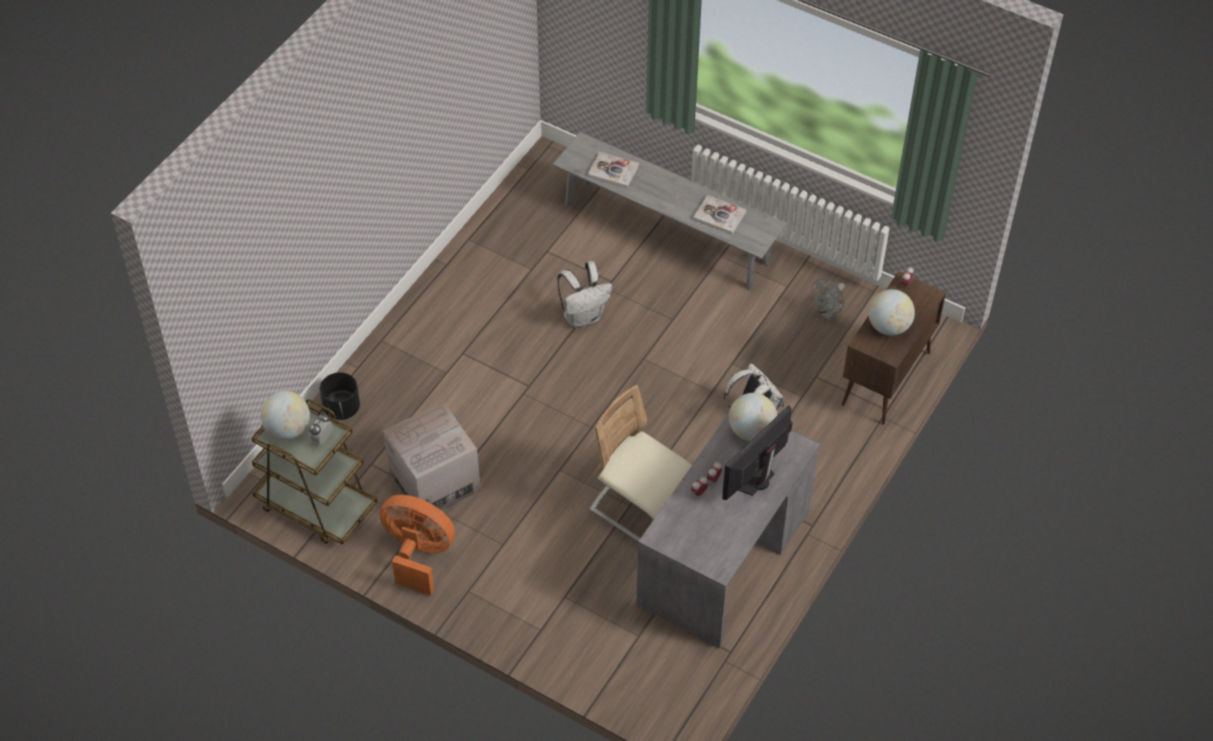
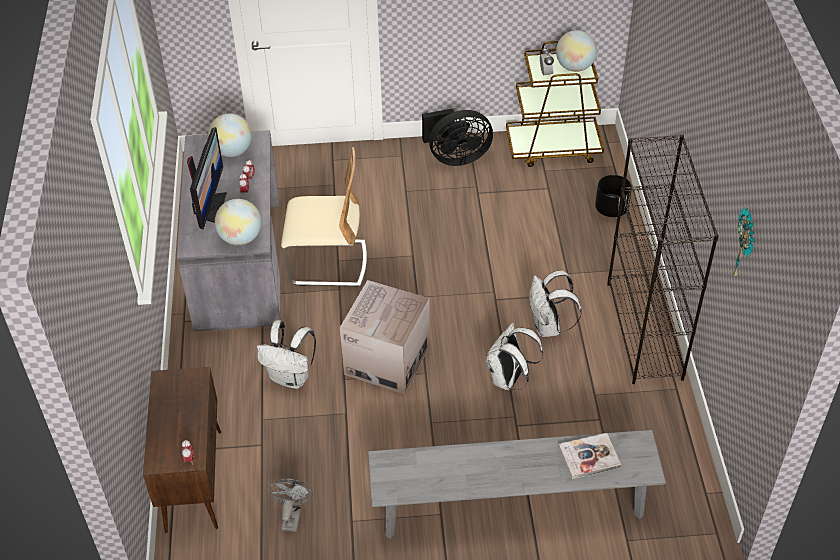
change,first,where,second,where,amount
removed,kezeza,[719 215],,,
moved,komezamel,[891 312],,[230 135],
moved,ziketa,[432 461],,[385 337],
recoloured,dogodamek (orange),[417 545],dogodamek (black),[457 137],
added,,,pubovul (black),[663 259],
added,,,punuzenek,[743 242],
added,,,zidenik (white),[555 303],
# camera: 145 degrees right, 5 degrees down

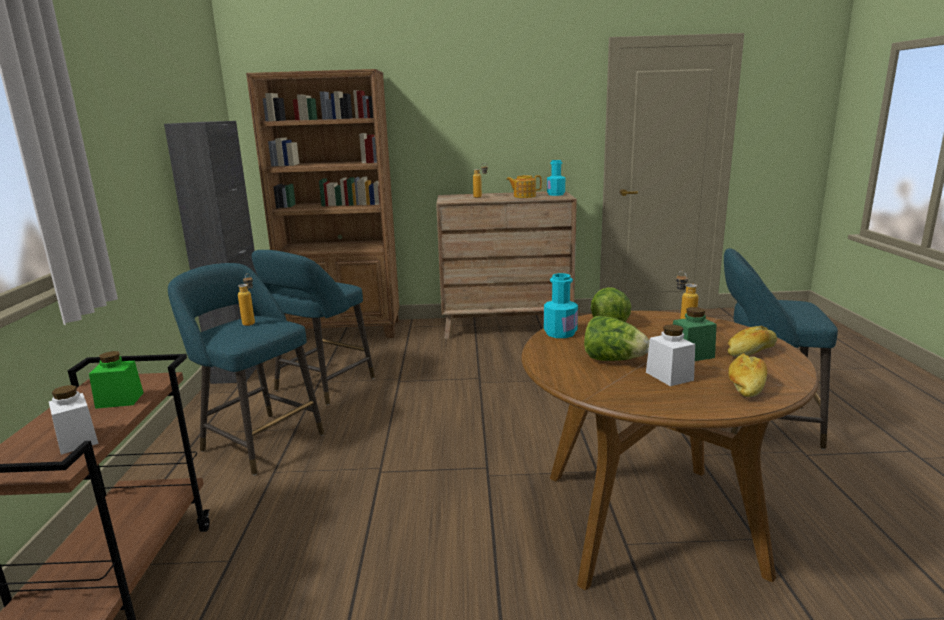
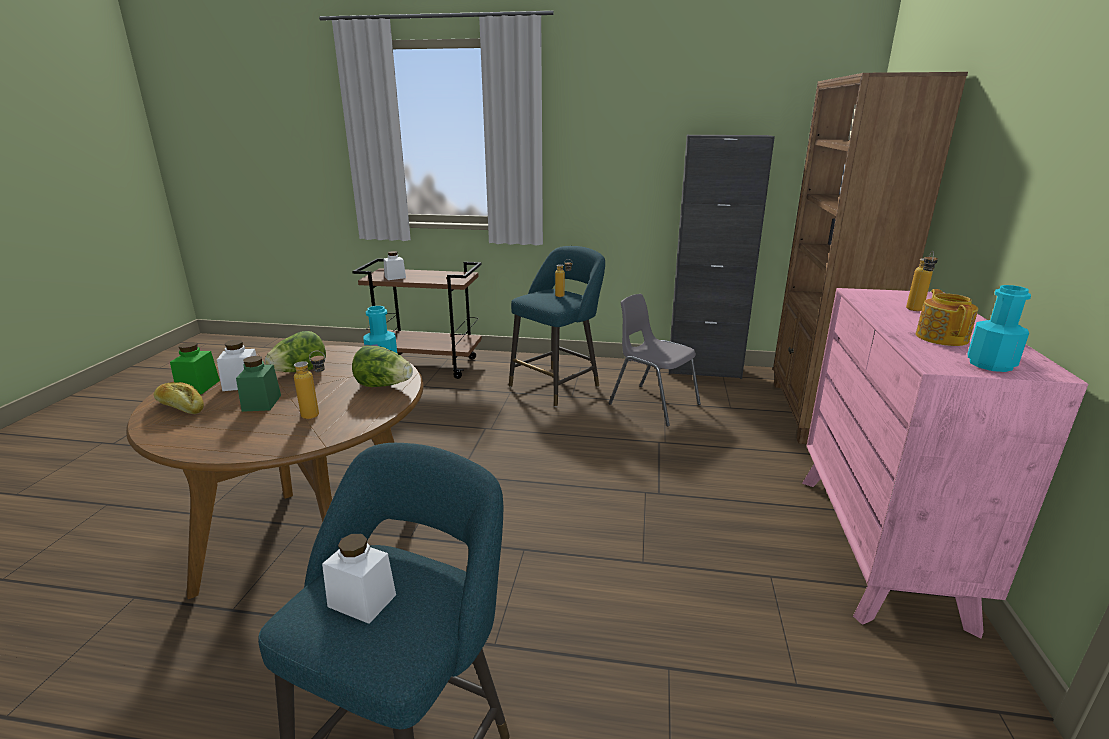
change,first,where,second,where,amount
recoloured,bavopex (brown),[506 265],bavopex (pink),[945 463],
replaced,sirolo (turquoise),[313 327],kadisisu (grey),[655 360],
removed,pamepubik,[752 341],,,
moved,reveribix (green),[116 380],,[195 368],
added,,,reveribix (white),[359 579],
# camera: 100 degrees right, 5 degrees up

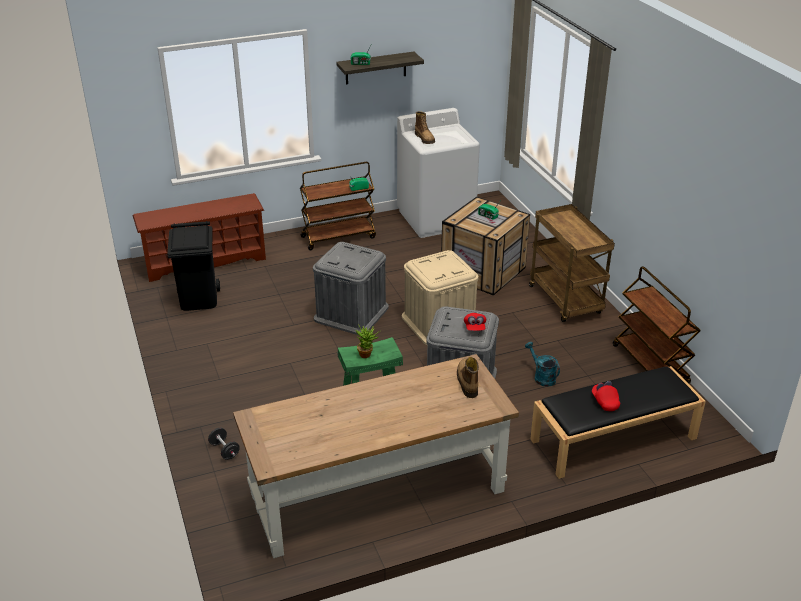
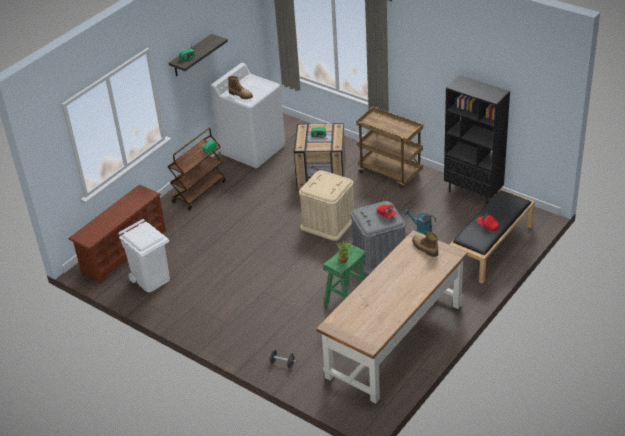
change,first,where,second,where,amount
recoloured,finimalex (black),[193 266],finimalex (white),[144 255],
removed,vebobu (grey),[351 288],,,
replaced,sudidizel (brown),[657 325],pubovul (black),[477 140],
# camera: 30 degrees left, 5 degrees up

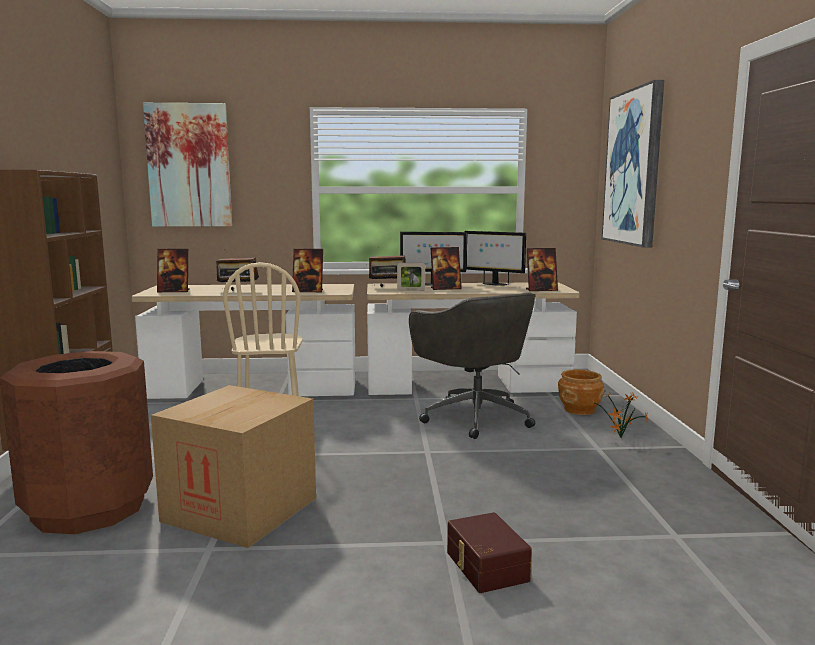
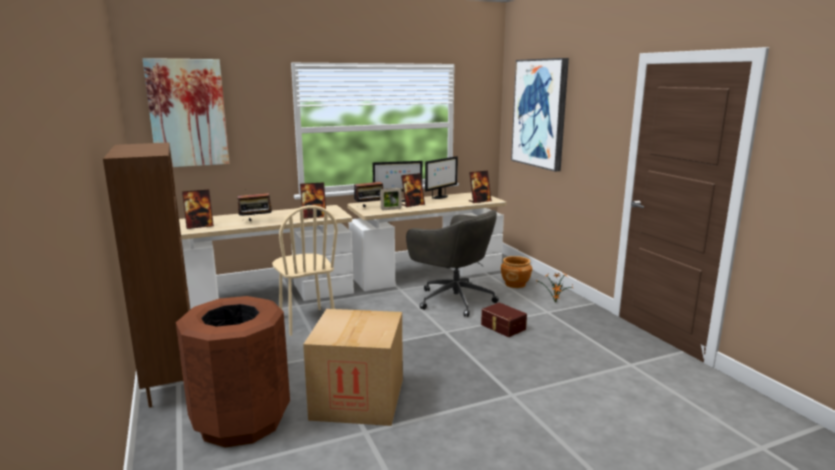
change,first,where,second,where,amount
turned,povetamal,[495 258],,[441 177],60 degrees counterclockwise
moved,vebobu (brown),[489 552],,[504 320],
# camera: 20 degrees left, 5 degrees up

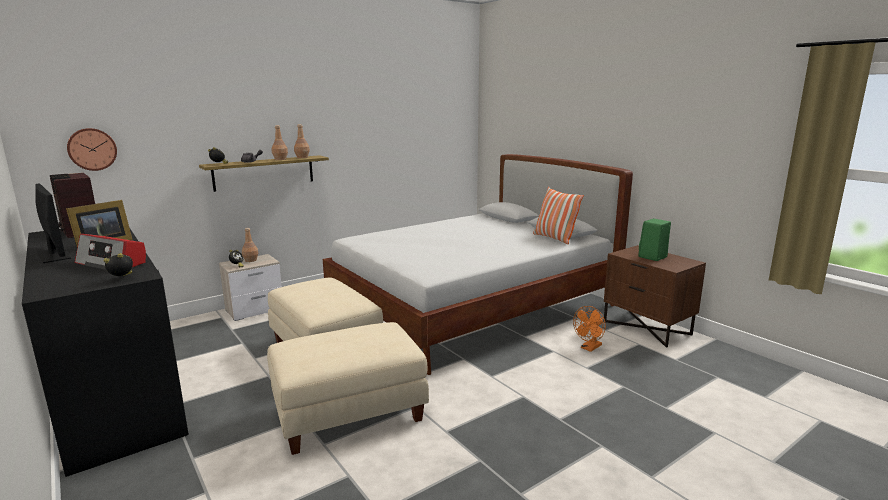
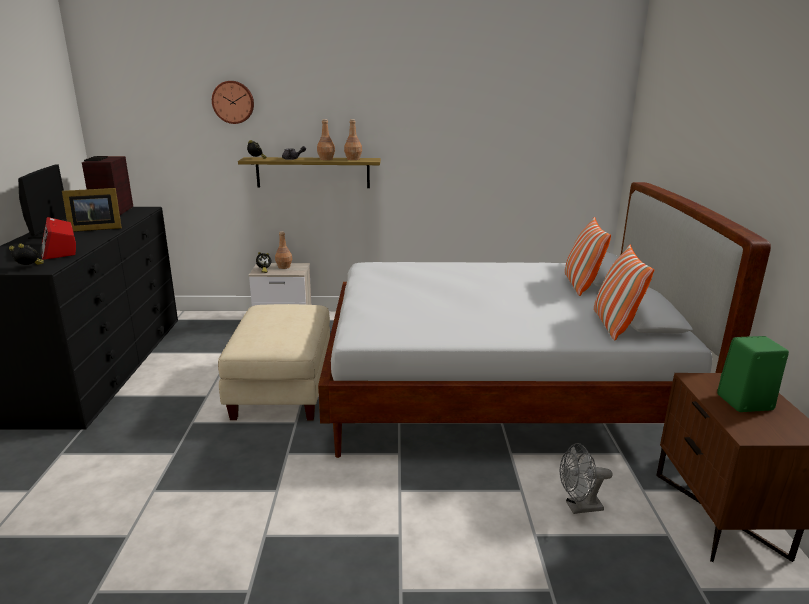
change,first,where,second,where,amount
moved,punuzenek,[92 149],,[233 102],
recoloured,dogodamek (orange),[589 329],dogodamek (grey),[586 478],
removed,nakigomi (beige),[348 388],,,
added,,,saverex,[588 256],
# camera: 35 degrees right, 5 degrees up

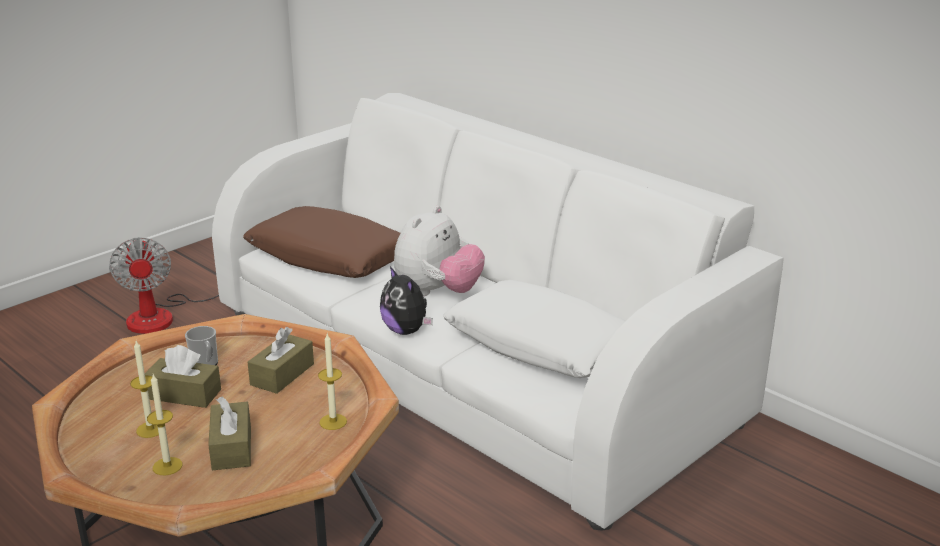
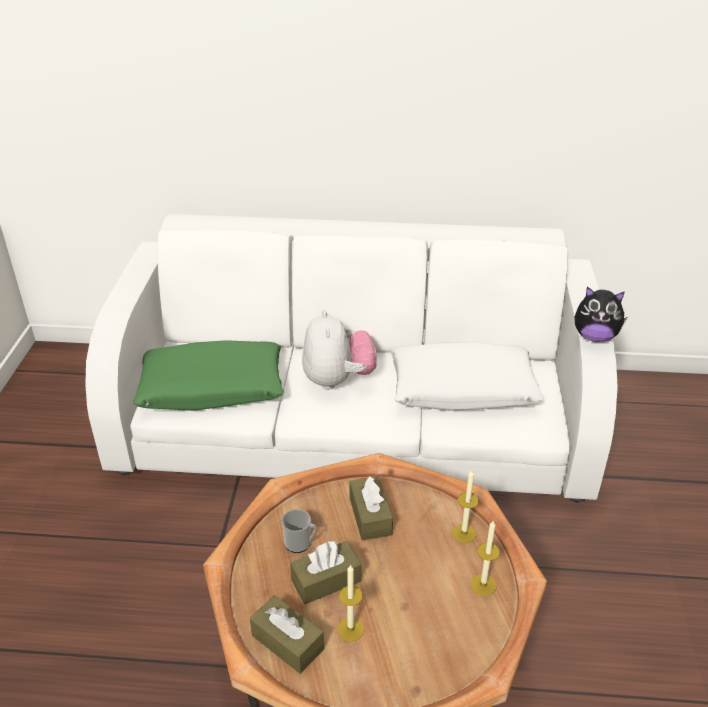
change,first,where,second,where,amount
recoloured,saverex (brown),[321 242],saverex (green),[208 375],
removed,dogodamek,[164 285],,,
moved,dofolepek,[406 300],,[600 314],
moved,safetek,[165 424],,[485 558],
moved,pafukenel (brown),[229 433],,[287 634],
# camera: 40 degrees left, 10 degrees up

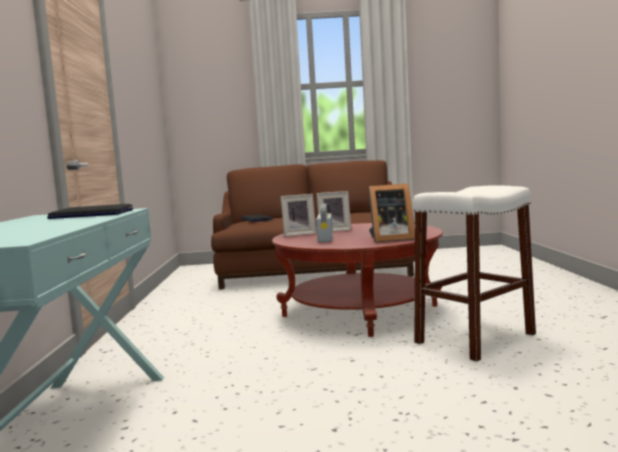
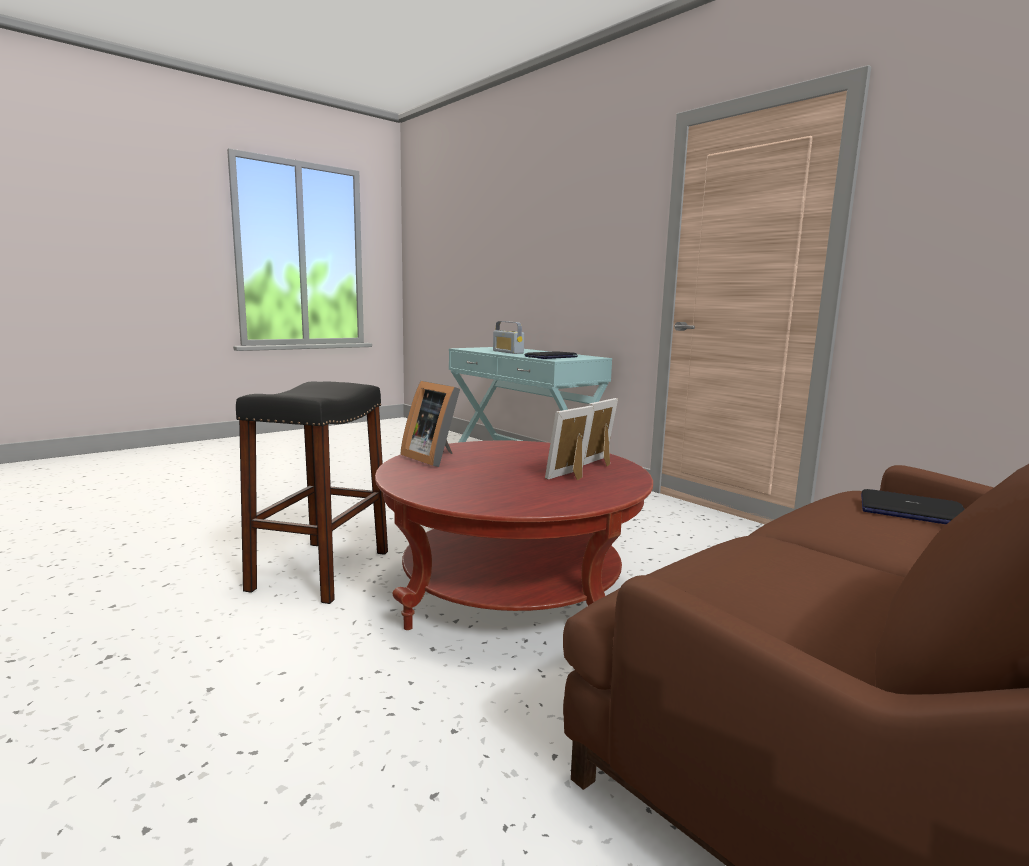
change,first,where,second,where,amount
turned,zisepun,[391 213],,[430 424],90 degrees counterclockwise
recoloured,sirolo (white),[474 274],sirolo (black),[312 493],
moved,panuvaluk,[324 222],,[508 337],
# camera: 140 degrees right, 5 degrees up

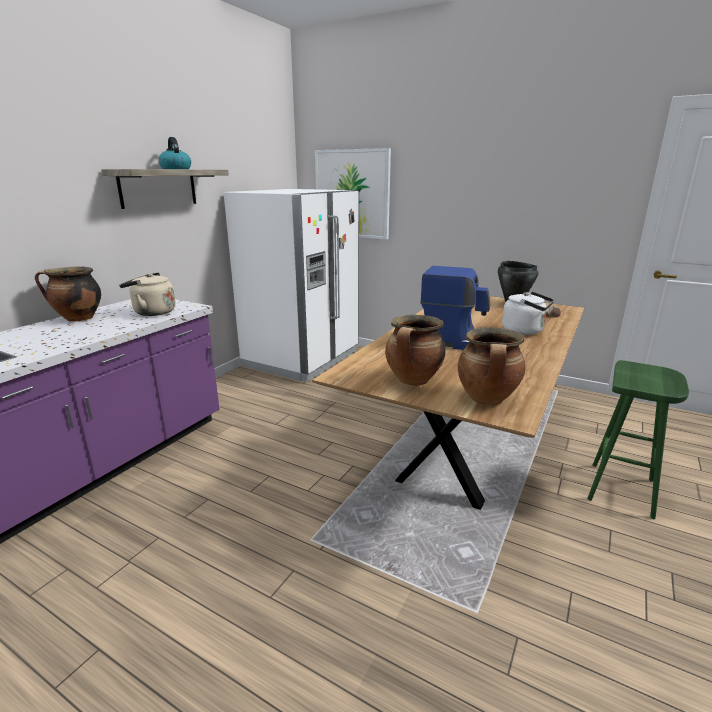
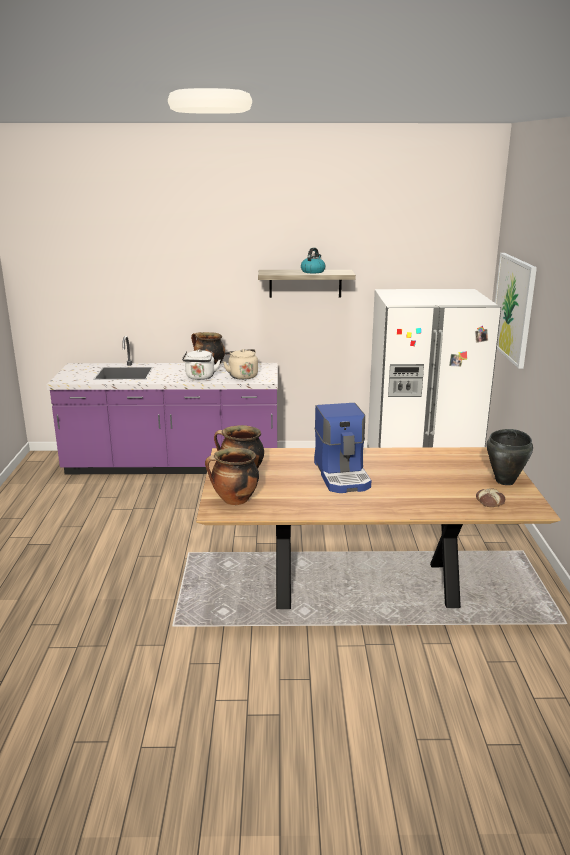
change,first,where,second,where,amount
moved,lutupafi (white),[528 313],,[201 364],
removed,sirolo (green),[638 439],,,
# camera: 60 degrees right, 0 degrees up

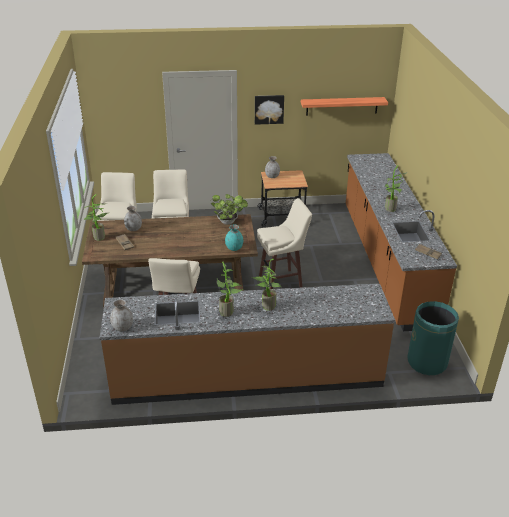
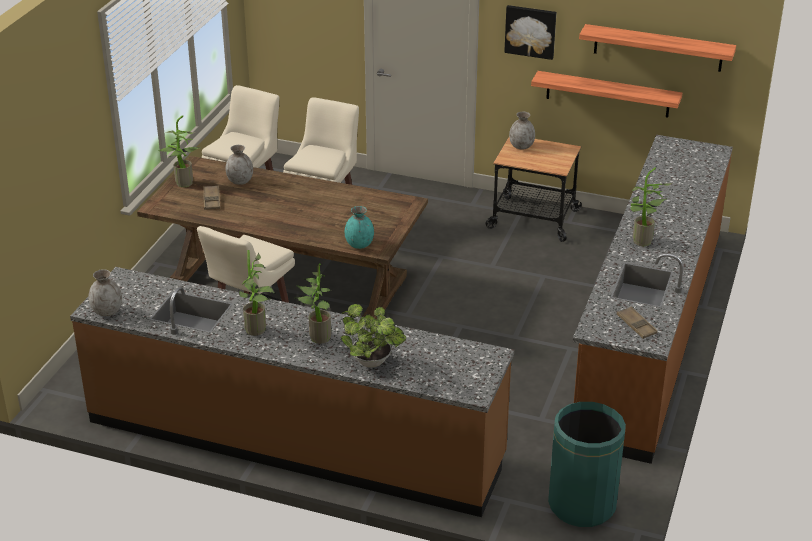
change,first,where,second,where,amount
moved,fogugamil,[229 209],,[373 336],
removed,sirolo (beige),[284 243],,,
added,,,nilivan,[606 94],
# camera: 25 degrees right, 0 degrees up

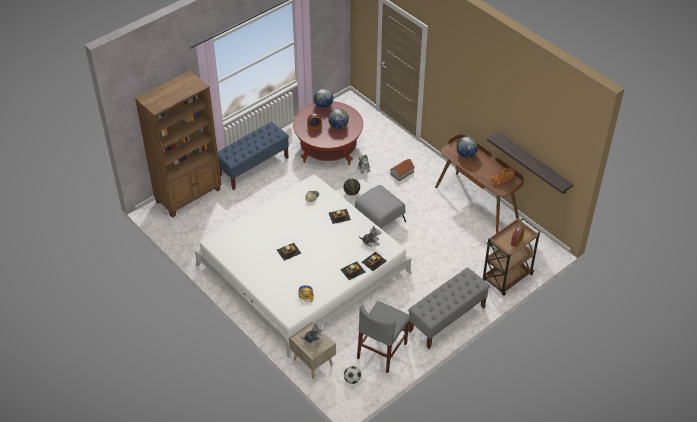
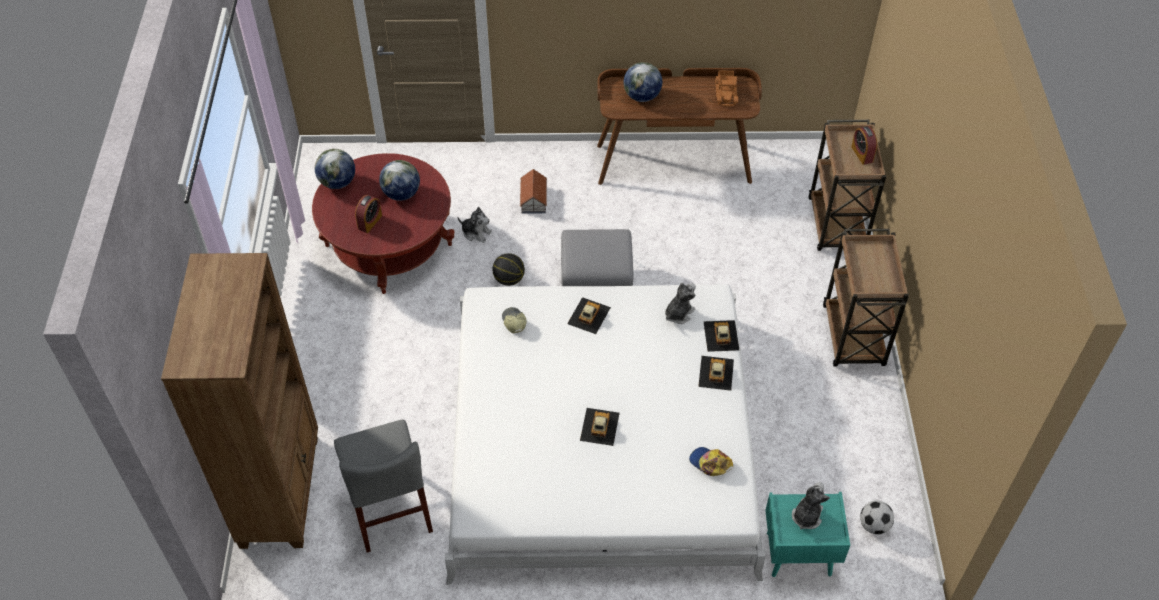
change,first,where,second,where,amount
removed,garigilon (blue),[253 156],,,
removed,nilivan,[530 163],,,
replaced,garigilon (grey),[449 308],sudidizel (brown),[866 298],
moved,kadisisu (grey),[384 337],,[383 486],
recoloured,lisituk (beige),[312 350],lisituk (turquoise),[807 534],
# camera: 50 degrees left, 5 degrees up

